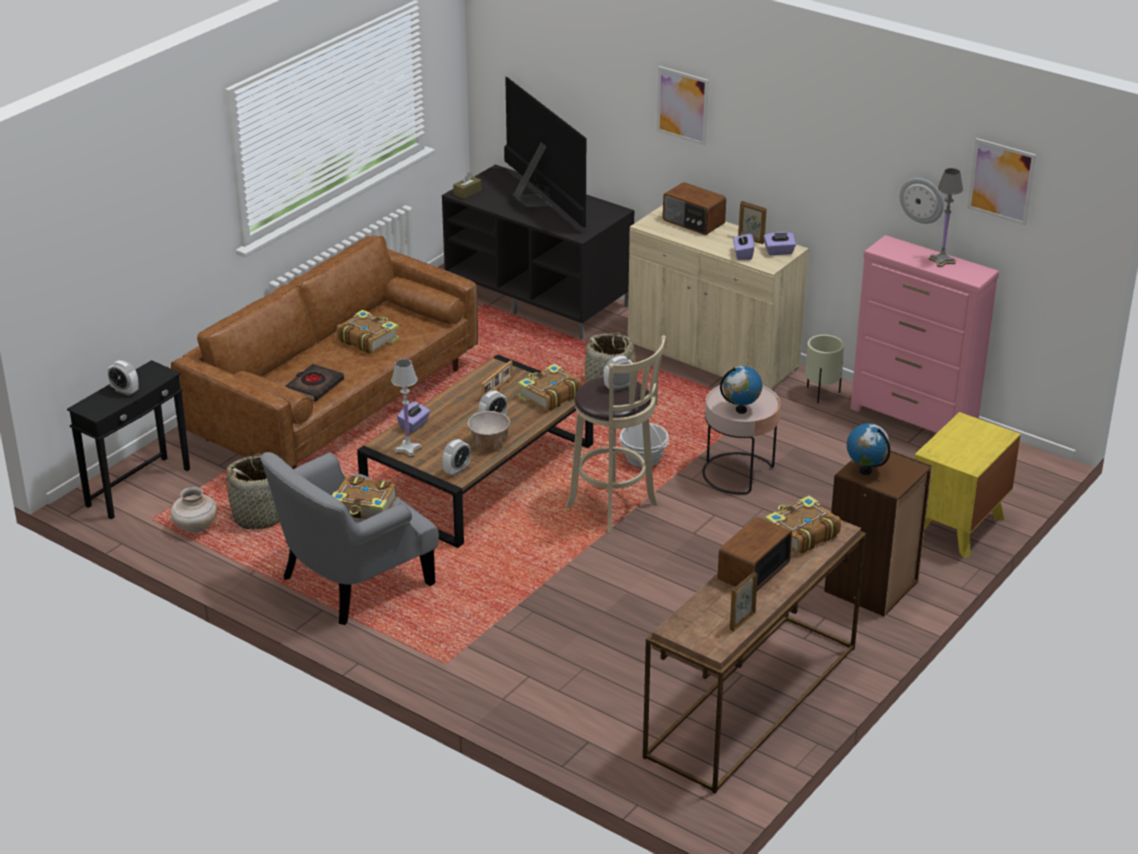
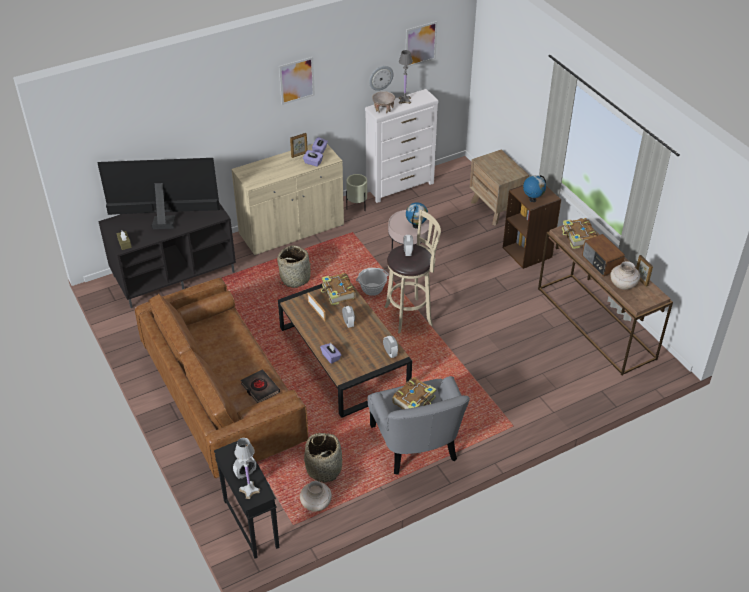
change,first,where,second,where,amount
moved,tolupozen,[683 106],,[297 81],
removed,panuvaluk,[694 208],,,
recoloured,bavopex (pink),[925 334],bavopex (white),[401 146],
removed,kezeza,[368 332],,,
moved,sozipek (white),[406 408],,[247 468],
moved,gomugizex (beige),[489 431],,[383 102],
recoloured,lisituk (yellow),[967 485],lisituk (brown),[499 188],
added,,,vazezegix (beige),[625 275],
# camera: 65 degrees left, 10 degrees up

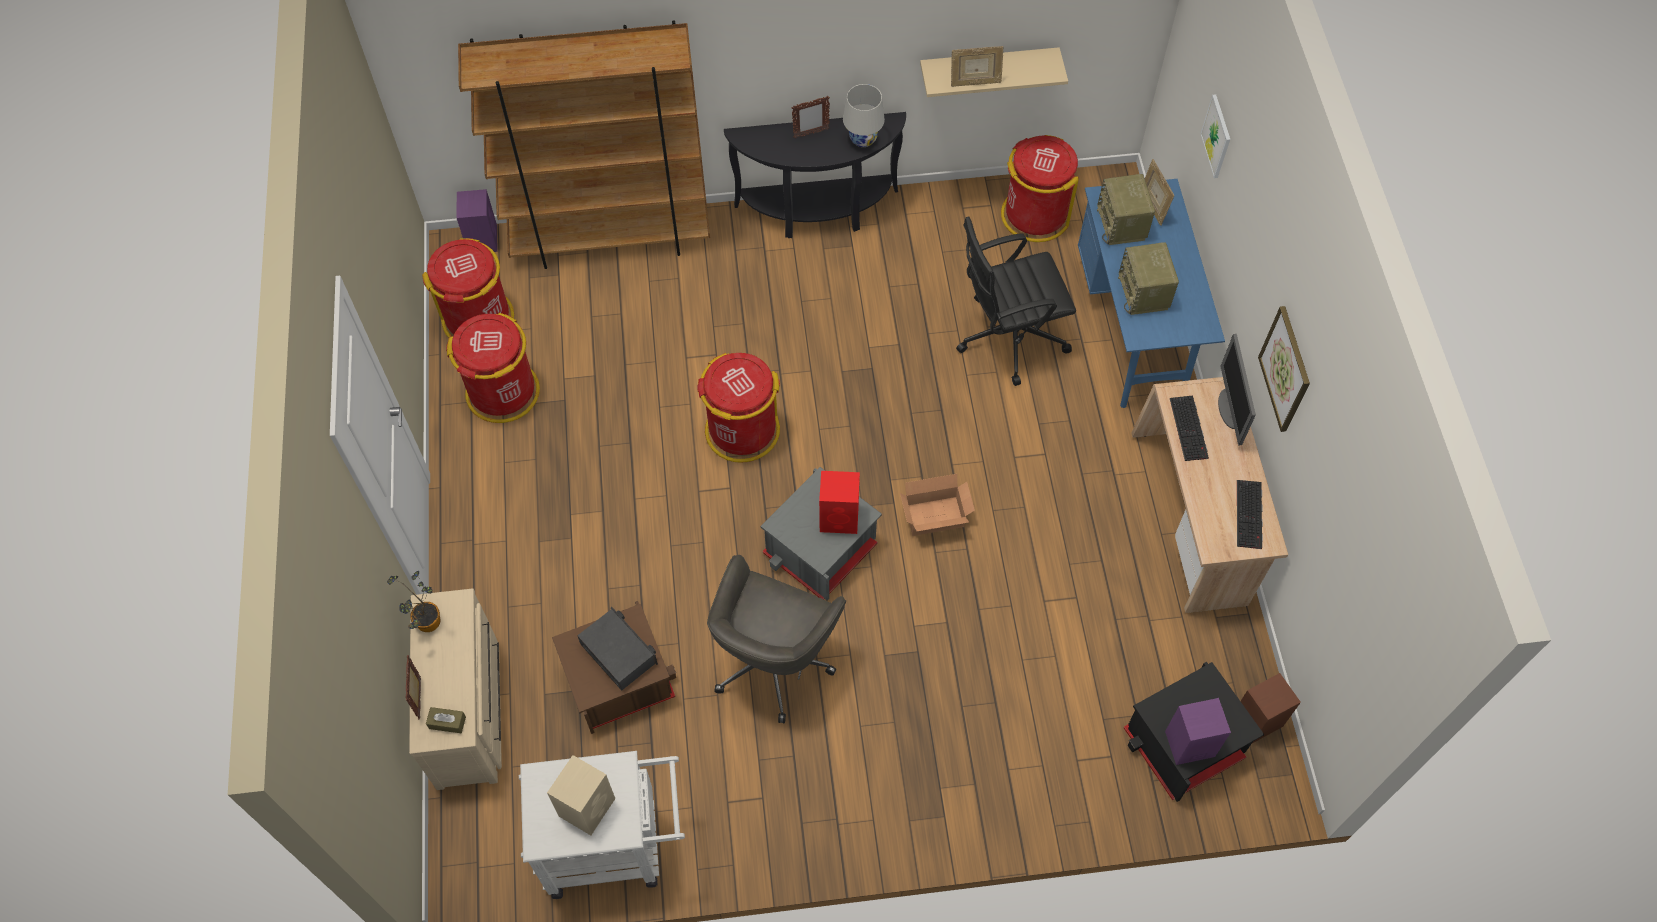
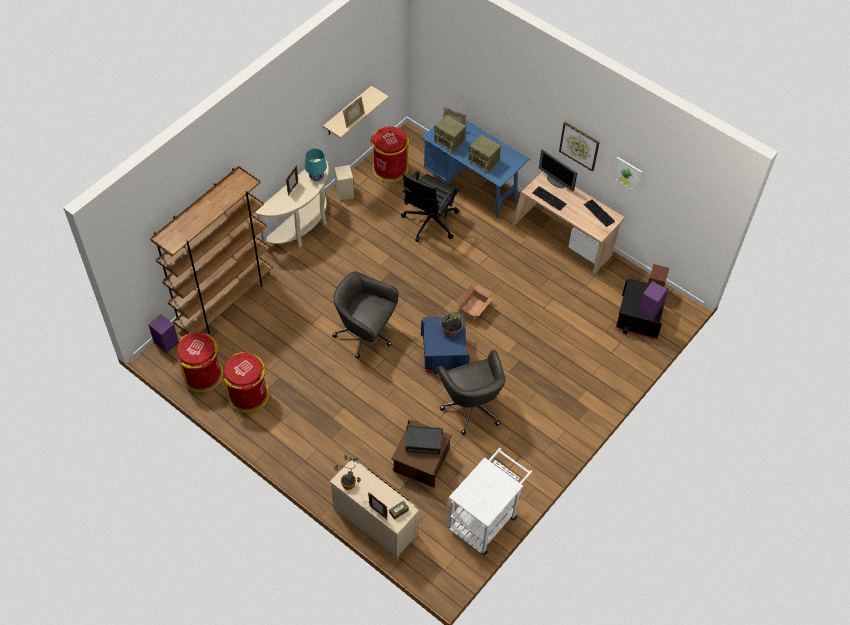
change,first,where,second,where,amount
recoloured,sozipek (white),[864 115],sozipek (turquoise),[316 164],
moved,tolupozen,[1215 136],,[627 174],
recoloured,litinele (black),[815 175],litinele (beige),[292 203],
replaced,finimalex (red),[738 407],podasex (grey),[365 315],
recoloured,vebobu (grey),[821 534],vebobu (blue),[445 345],
replaced,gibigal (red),[839 502],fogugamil,[452 323],
moved,gibigal (beige),[581 795],,[344 182],
# camera: 45 degrees left, 5 degrees down

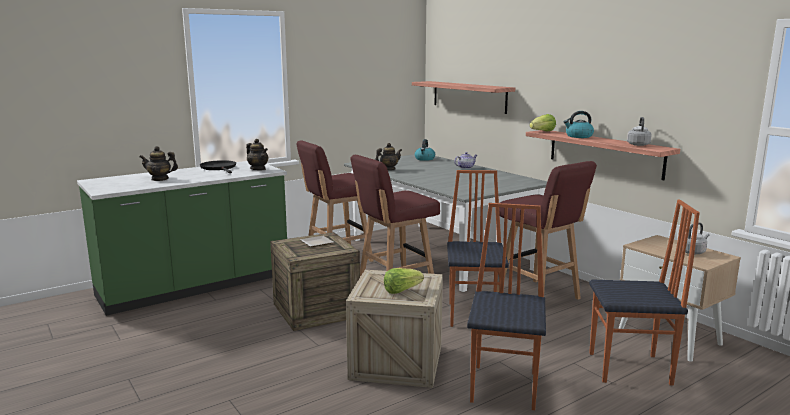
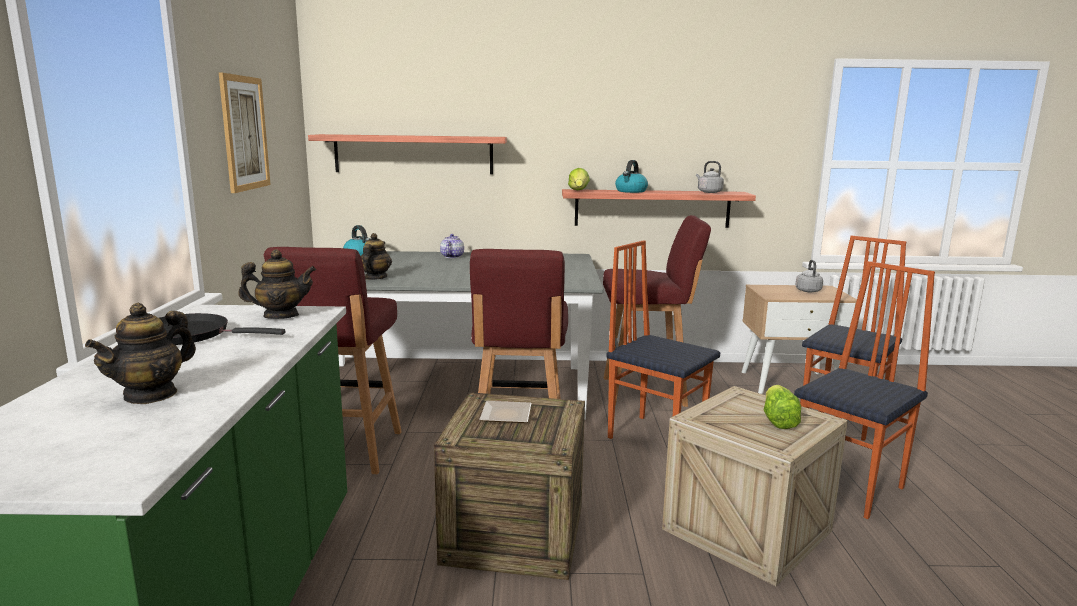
change,first,where,second,where,amount
turned,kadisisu,[506 306],,[864 390],90 degrees clockwise
added,,,tolupozen,[245 133],
# camera: 55 degrees left, 0 degrees up

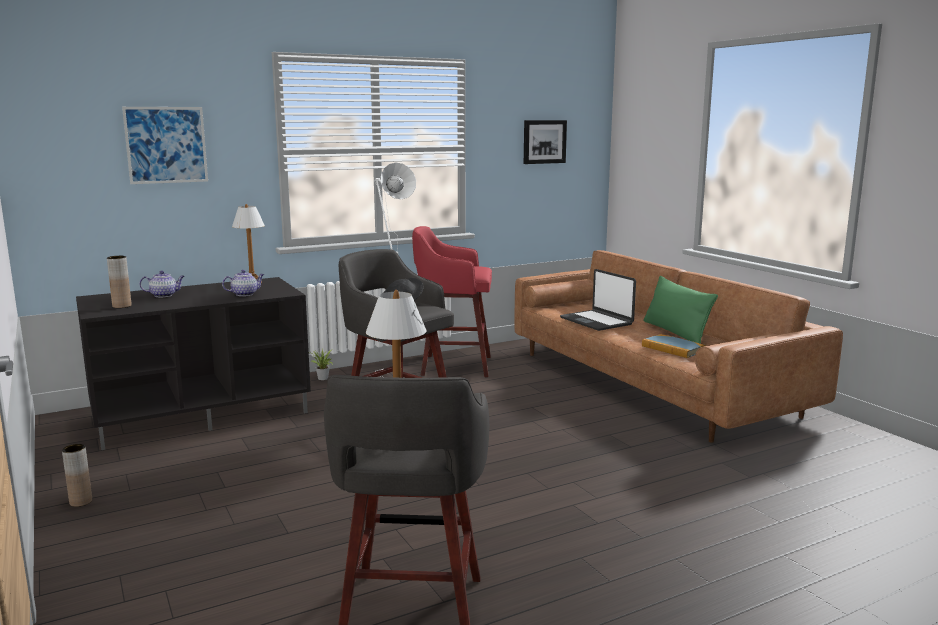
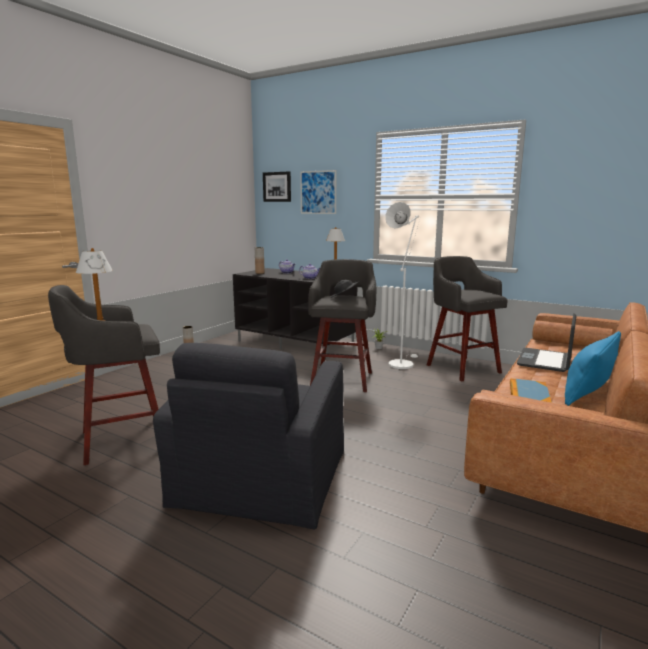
change,first,where,second,where,amount
moved,tolupozen,[545 142],,[277 186],
recoloured,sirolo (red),[452 301],sirolo (grey),[467 319],
recoloured,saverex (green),[680 310],saverex (blue),[593 368],
added,,,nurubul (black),[248 436],
# camera: 60 degrees right, 0 degrees up

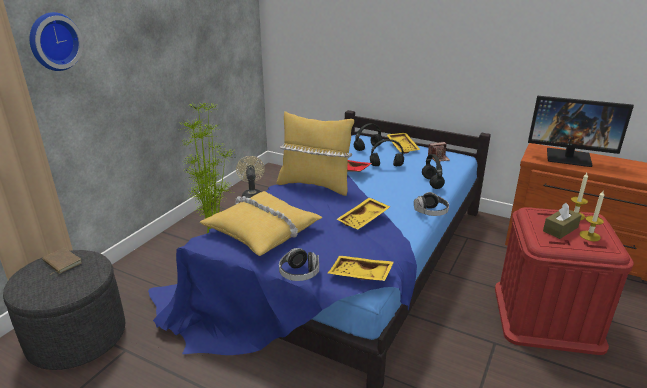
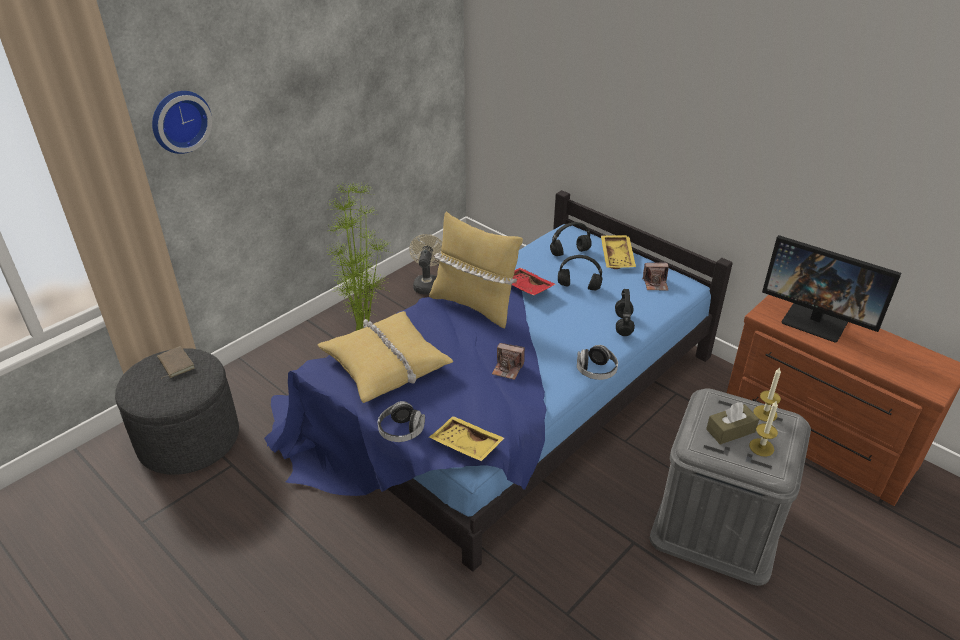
change,first,where,second,where,amount
replaced,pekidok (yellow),[363 214],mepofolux,[508 361],
recoloured,vebobu (red),[564 281],vebobu (grey),[730 487],
# camera: 15 degrees right, 10 degrees up

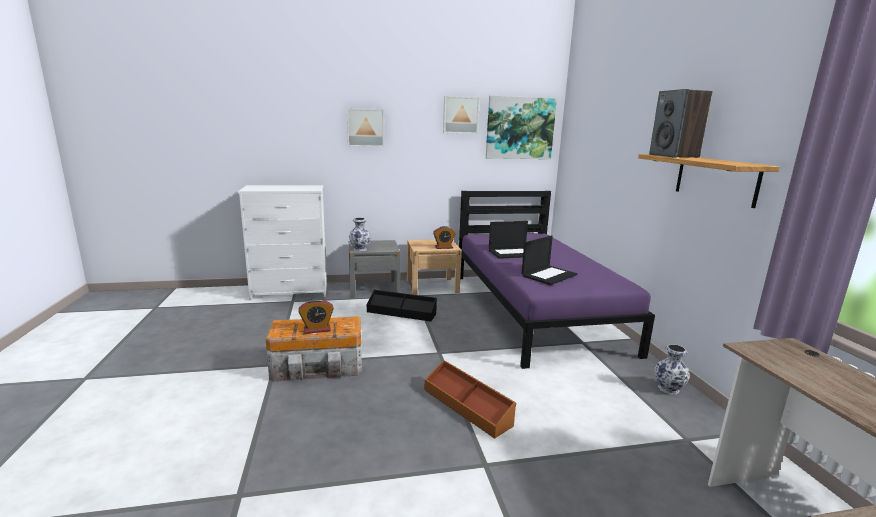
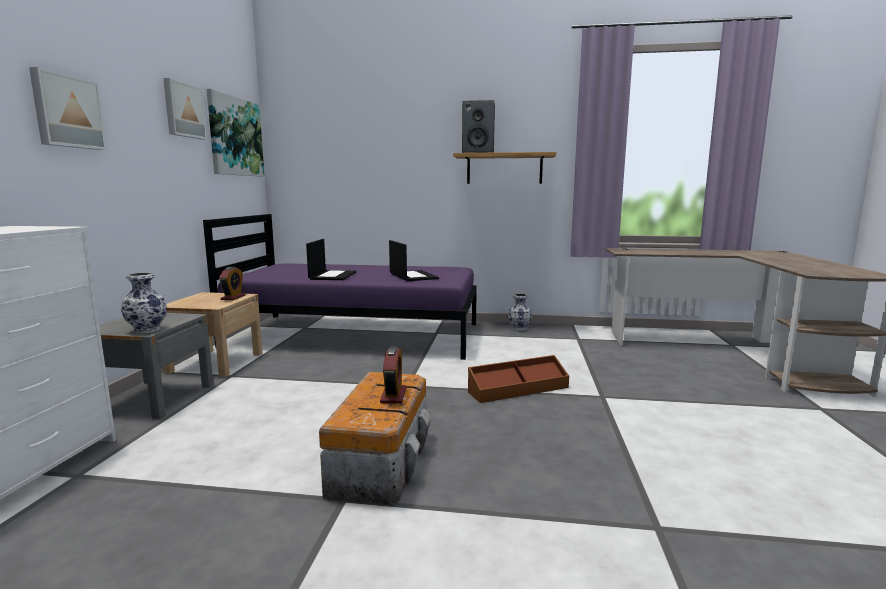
change,first,where,second,where,amount
removed,vebobu (black),[402 306],,,
# camera: 70 degrees left, 5 degrees down

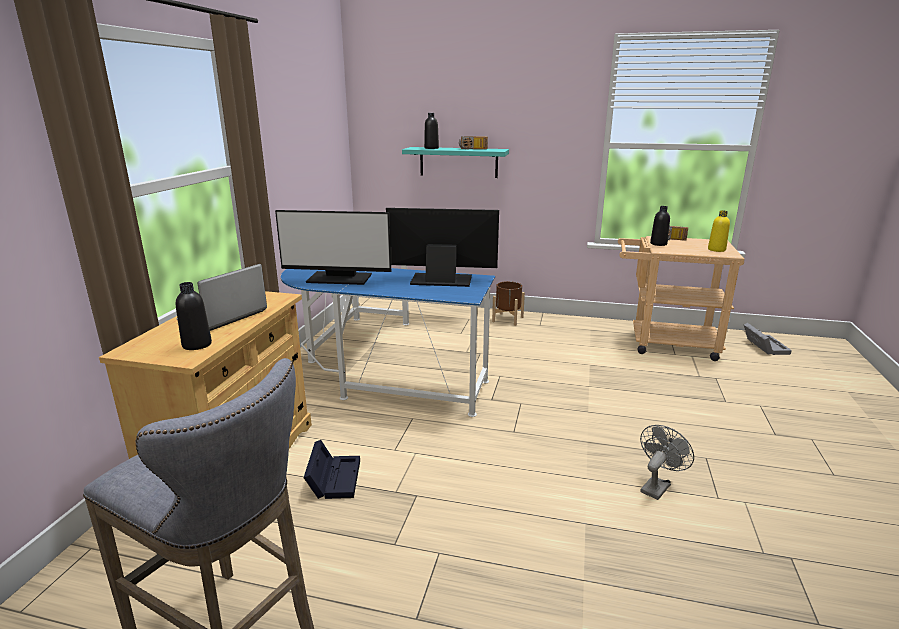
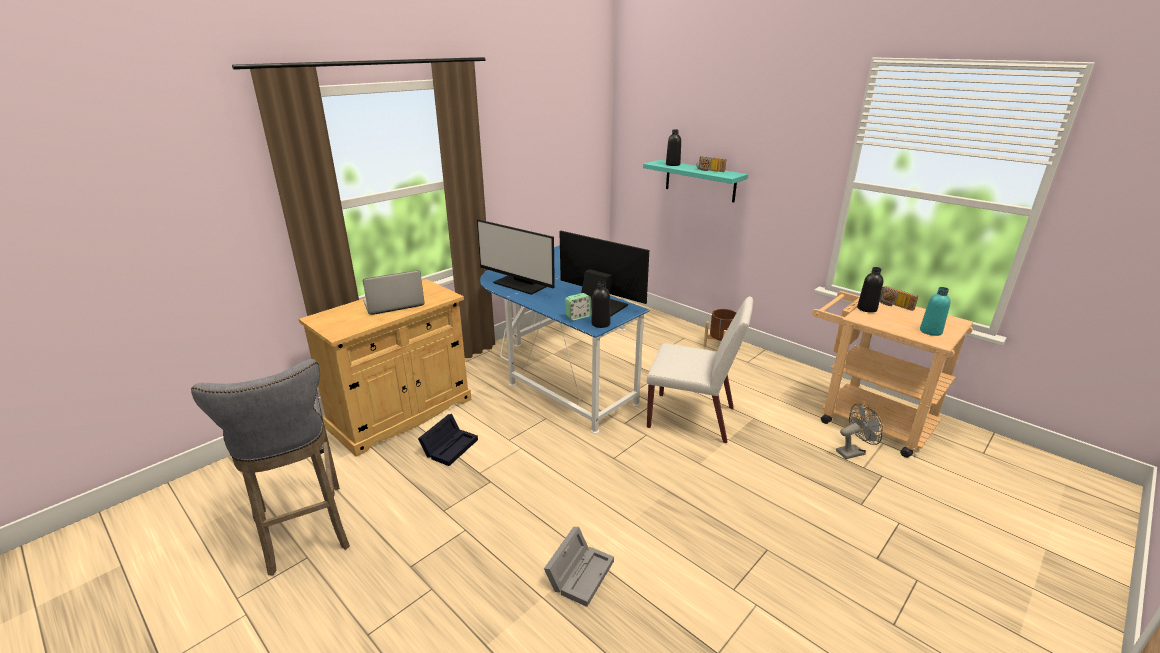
change,first,where,second,where,amount
recoloured,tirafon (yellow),[719 231],tirafon (turquoise),[935 311],
moved,tirafon (black),[194 316],,[601 305],
moved,vebobu (grey),[768 339],,[579 567],
moved,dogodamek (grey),[667 462],,[859 431],
added,,,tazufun,[578 307],
added,,,kadisisu (white),[700 370],
# camera: 30 degrees right, 5 degrees up

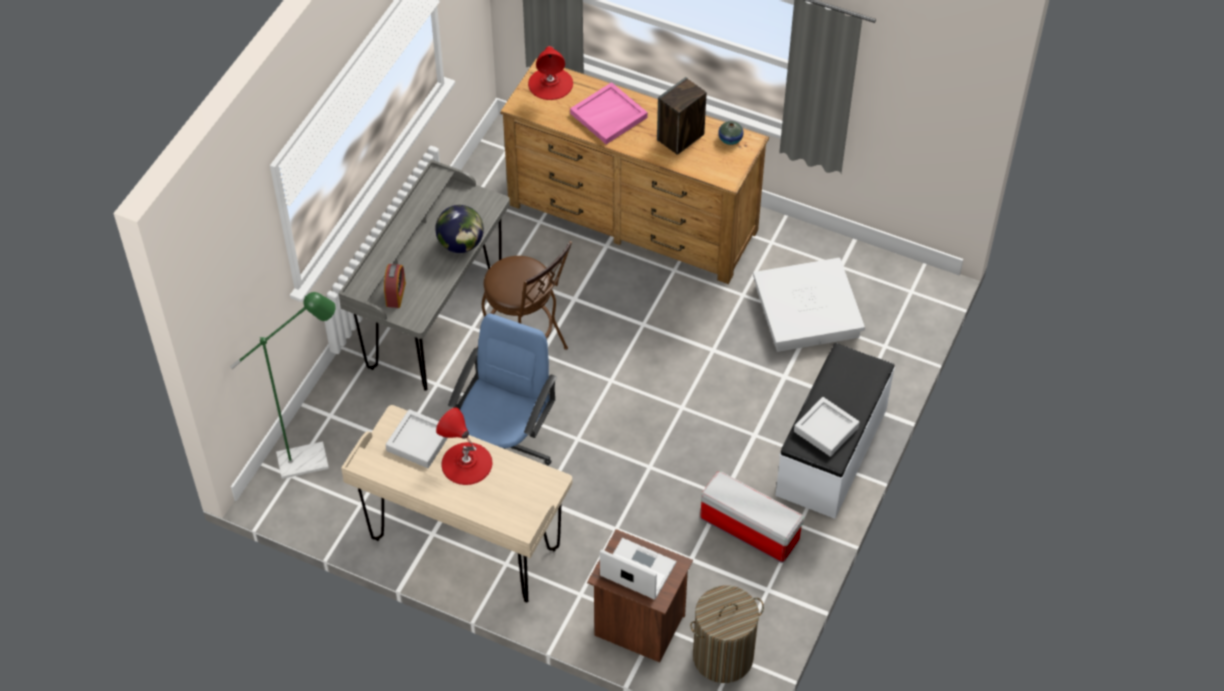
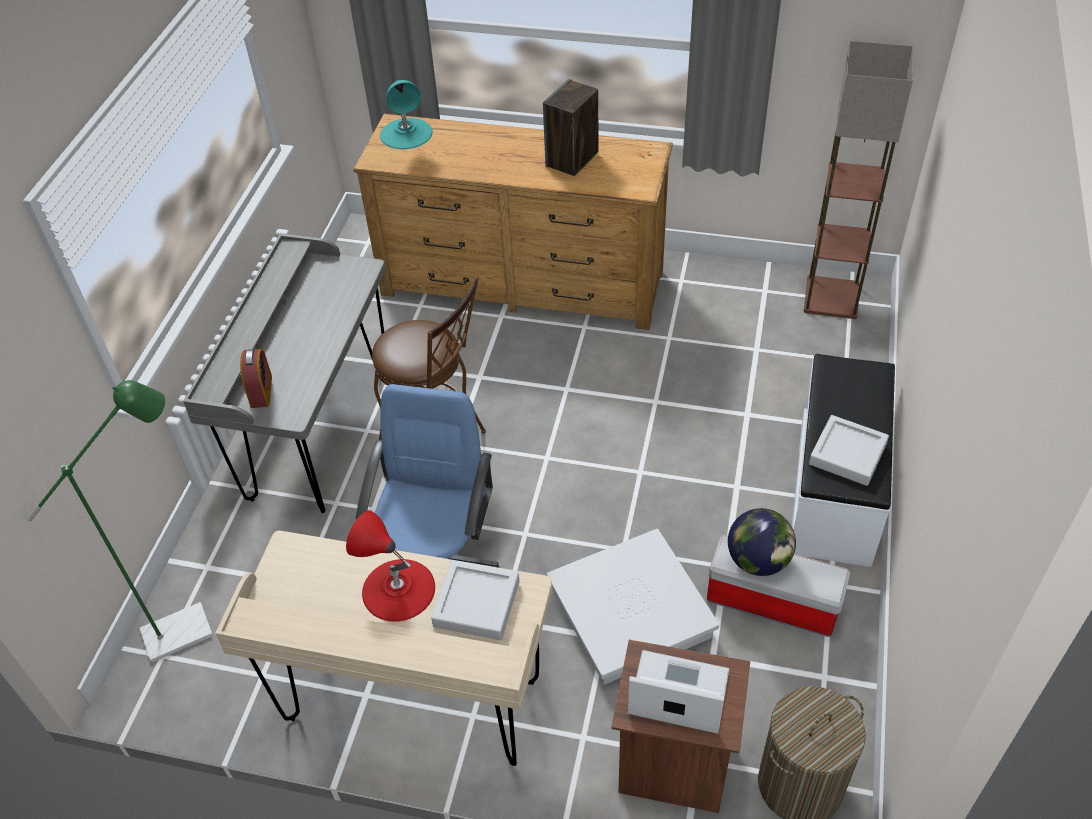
change,first,where,second,where,amount
recoloured,sozipek (red),[550 73],sozipek (turquoise),[406 114],
removed,pekidok (pink),[609 113],,,
removed,vazezegix,[731 133],,,
moved,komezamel,[459 229],,[762 542],
moved,vebobu (white),[809 305],,[633 607],
moved,pekidok (grey),[417 438],,[475 600],
added,,,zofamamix,[859 180],
# camera: 10 degrees left, 5 degrees down

